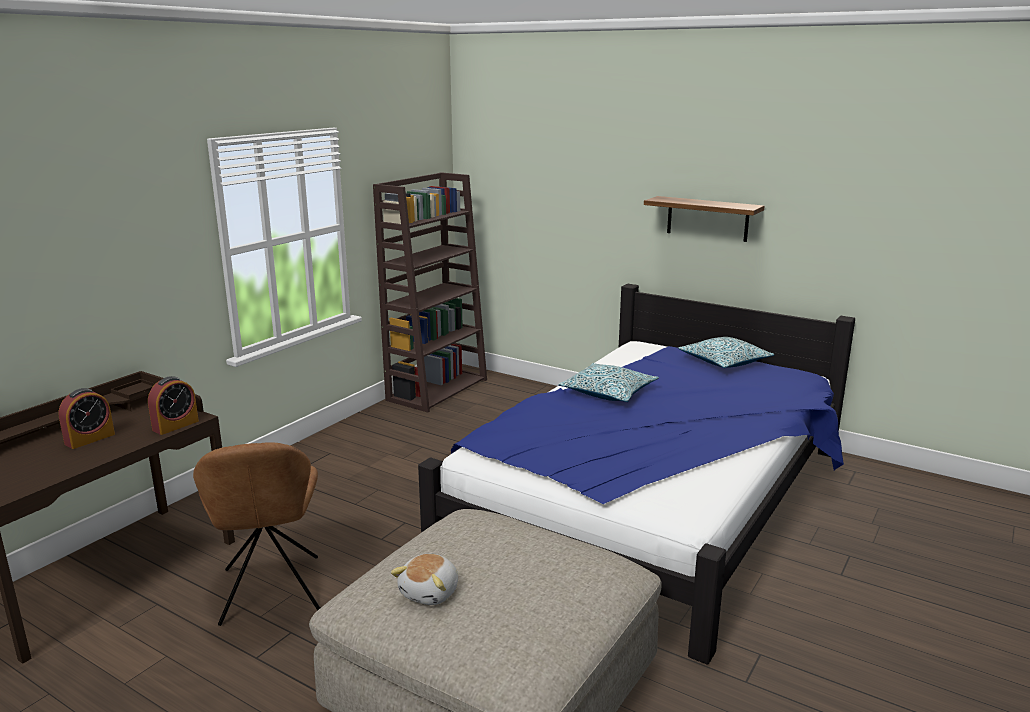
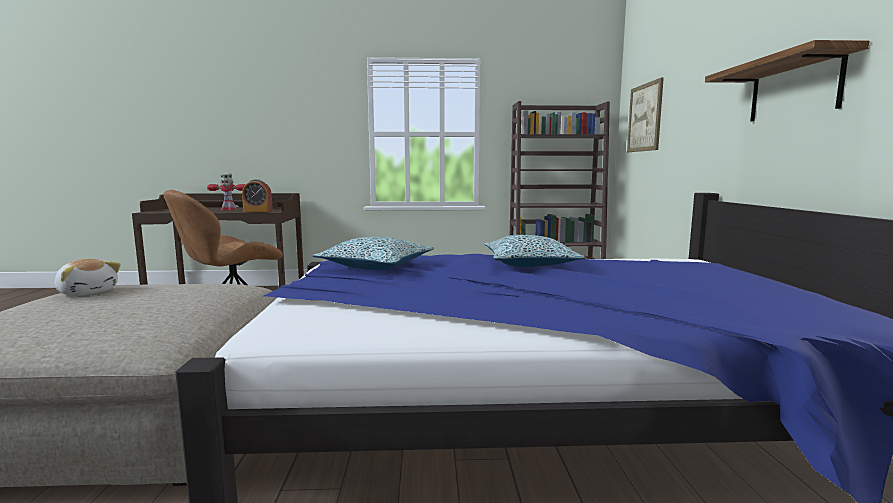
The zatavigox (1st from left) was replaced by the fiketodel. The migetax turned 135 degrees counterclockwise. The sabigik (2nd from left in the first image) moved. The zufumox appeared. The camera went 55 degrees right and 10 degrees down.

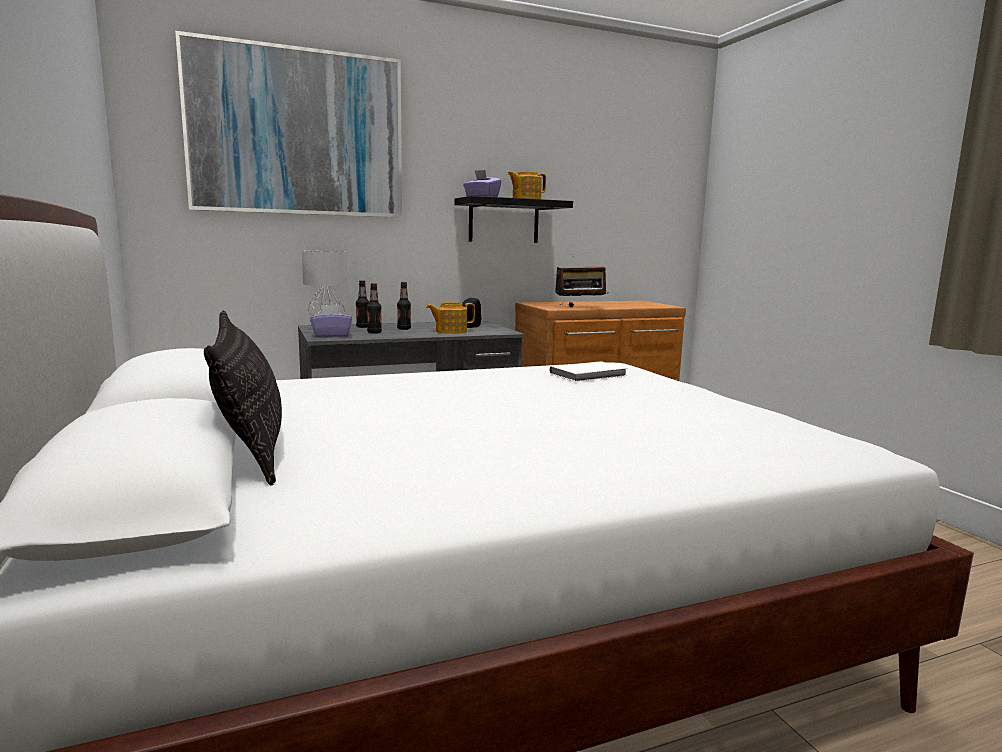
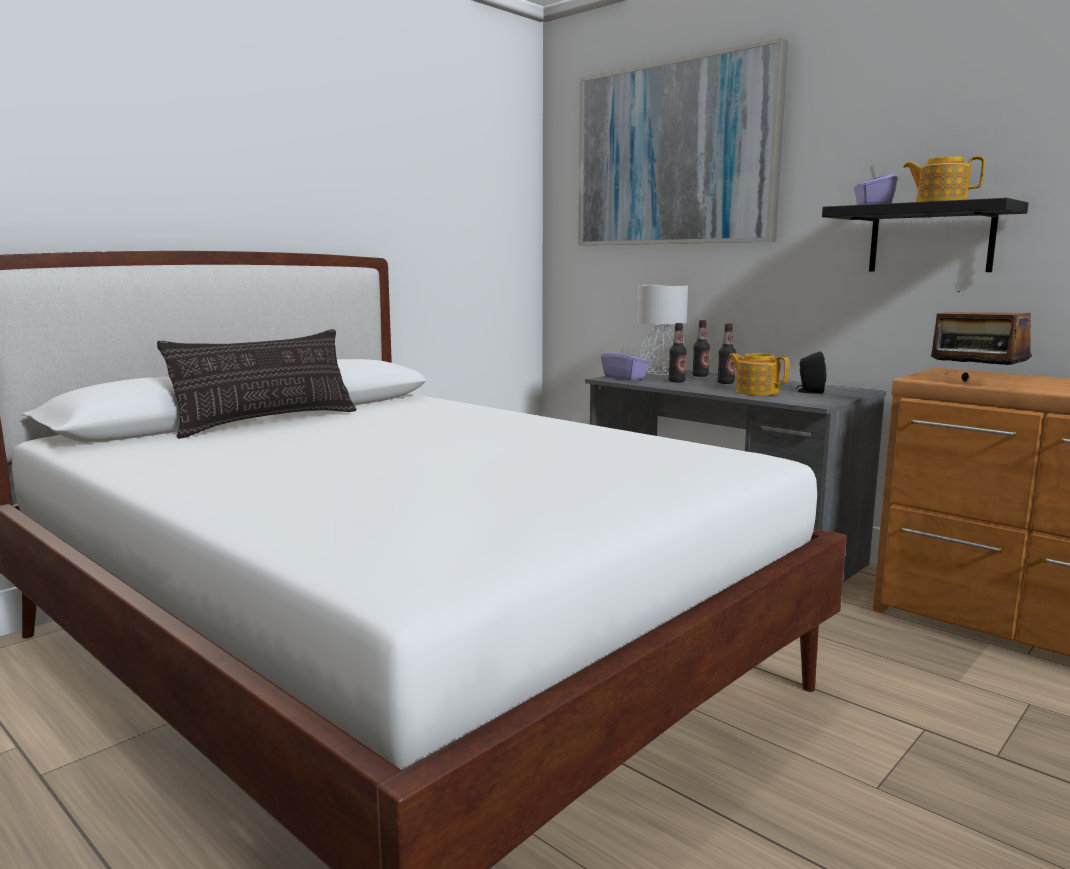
The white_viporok disappeared. The camera went 65 degrees right and 0 degrees up.

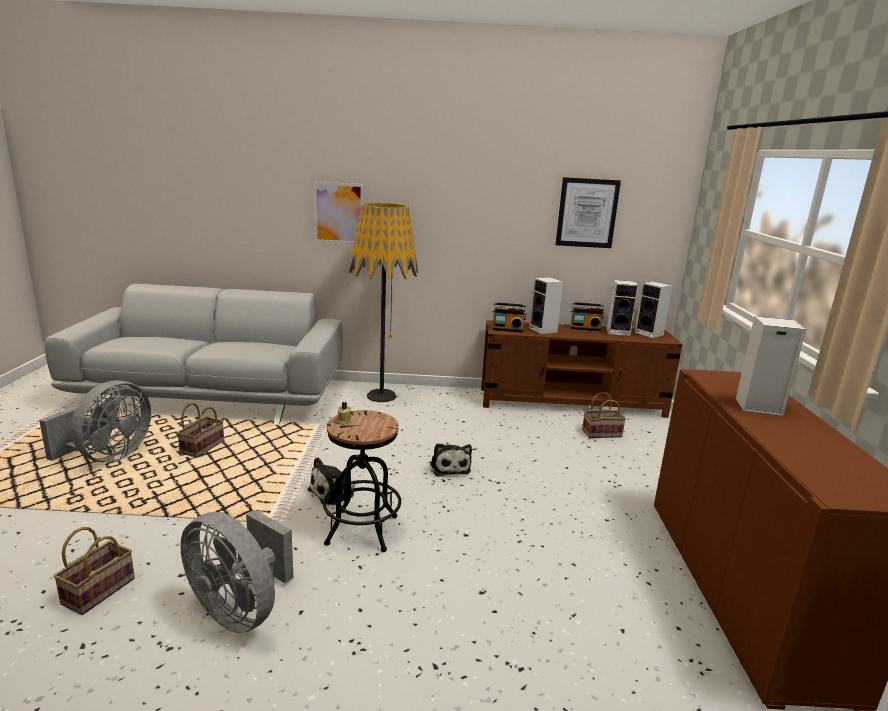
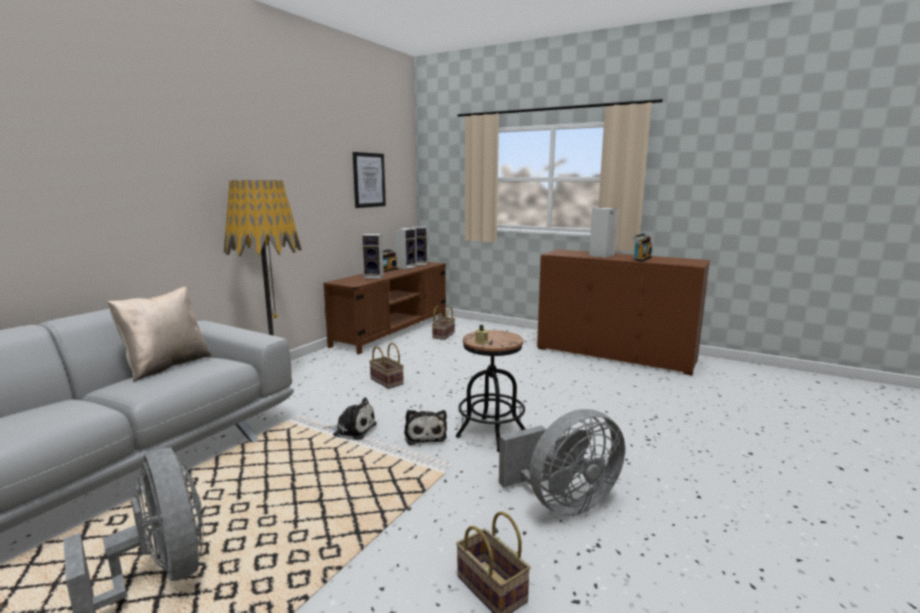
The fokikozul (2nd from left in the first image) moved. The zufumox (1st from left) disappeared. The migetax (2nd from left in the first image) moved. The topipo (1st from left in the first image) moved. The beige_sabigik appeared. The camera went 60 degrees left and 5 degrees down.

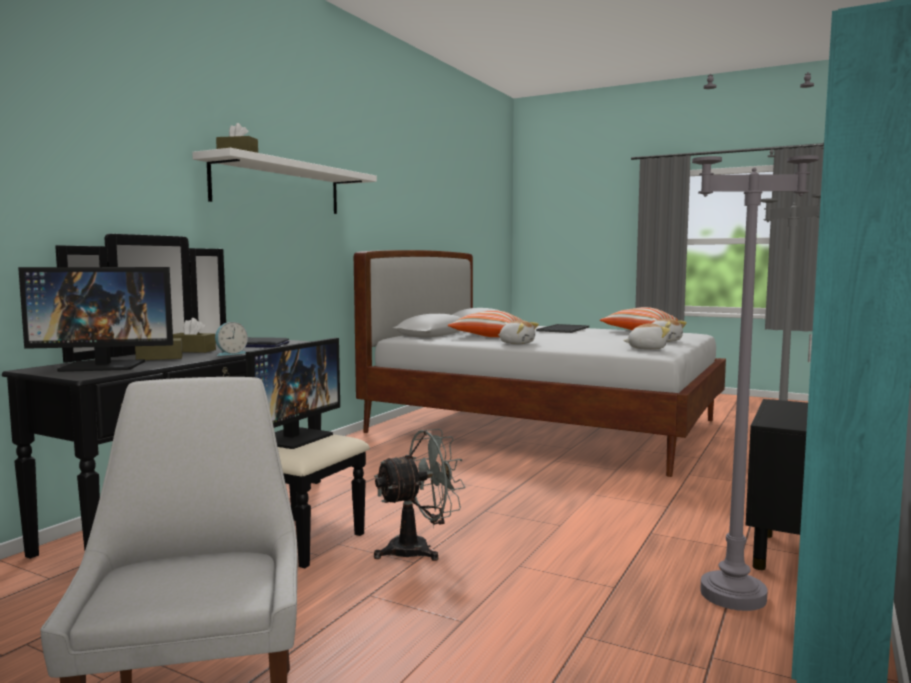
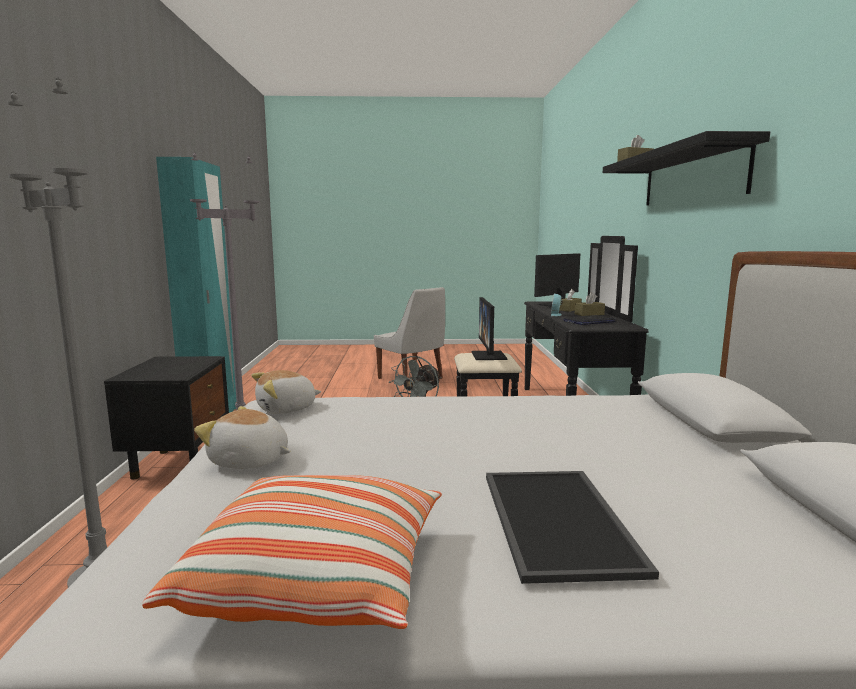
The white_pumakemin became the black_pumakemin. The sabigik (1st from left) disappeared. The migetax (1st from left) disappeared. The camera went 150 degrees right and 5 degrees up.

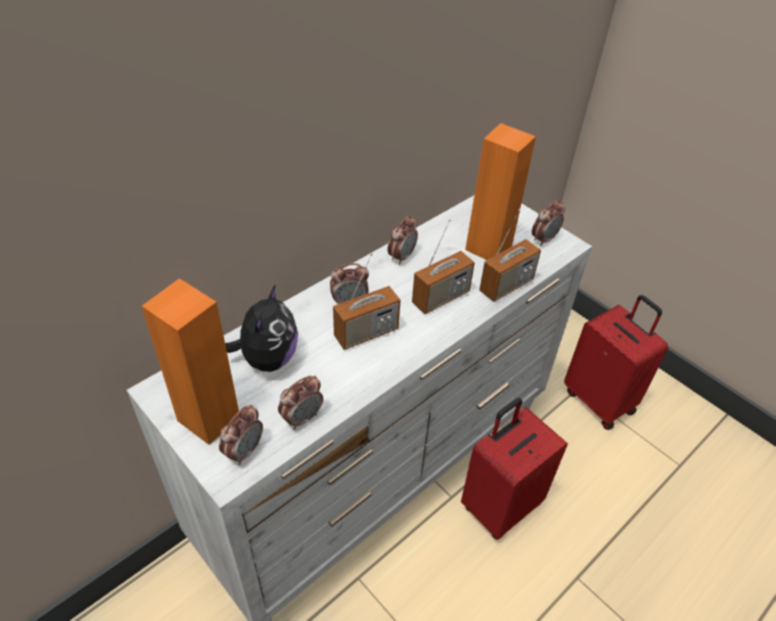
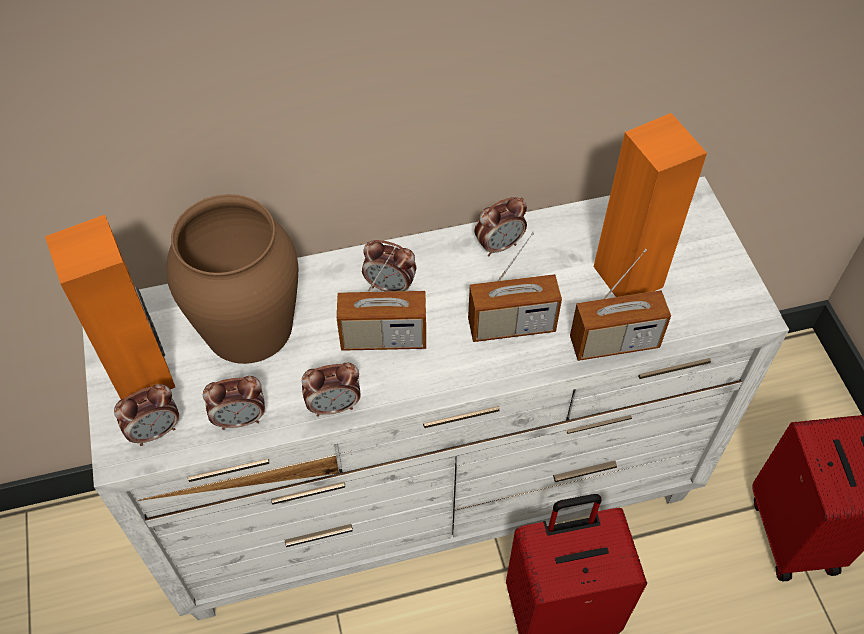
The migetax was replaced by the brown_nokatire. The zatavigox (5th from left in the first image) moved. The camera went 30 degrees right and 10 degrees up.

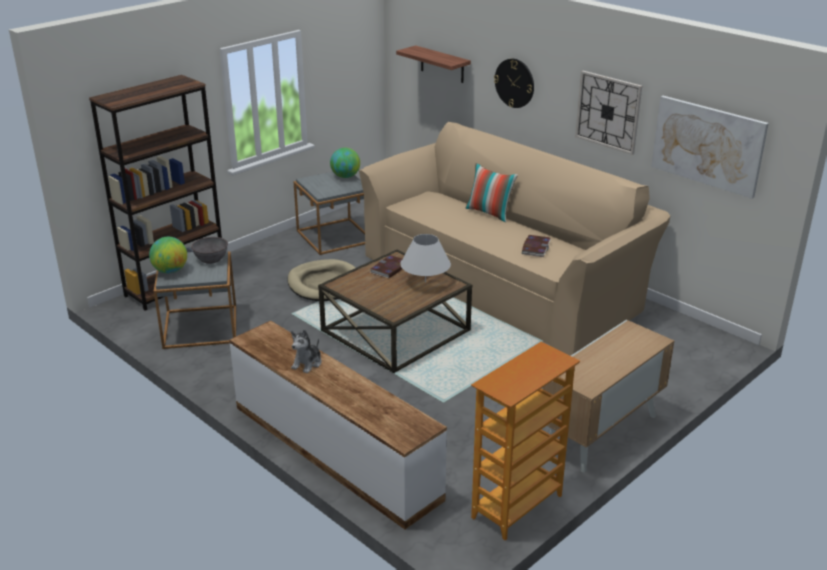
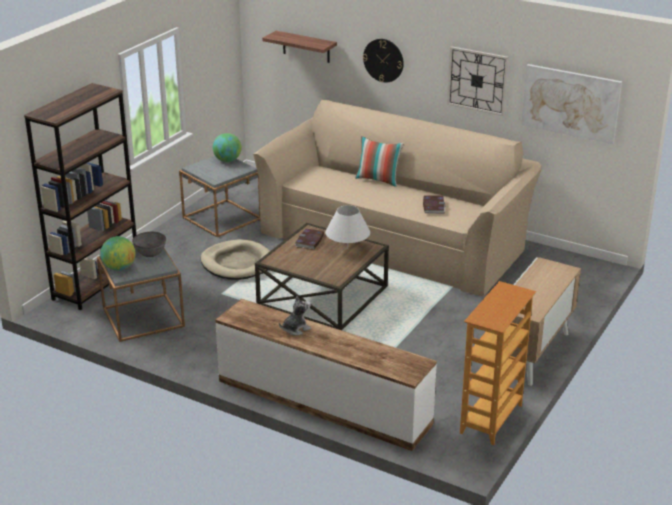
The migetax turned 135 degrees counterclockwise. The camera went 15 degrees left and 0 degrees up.

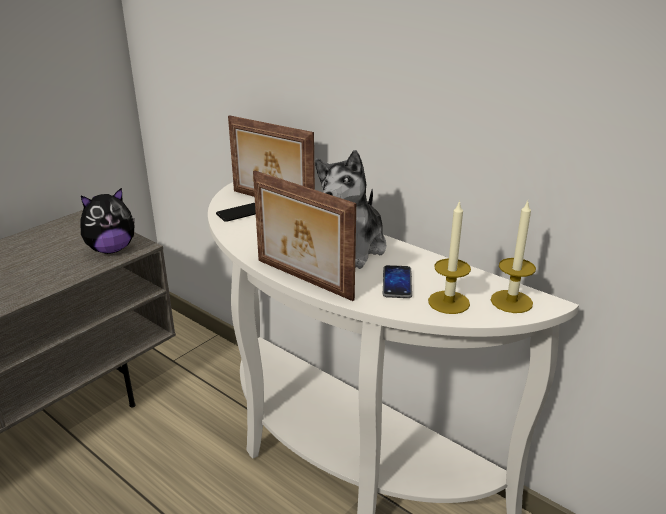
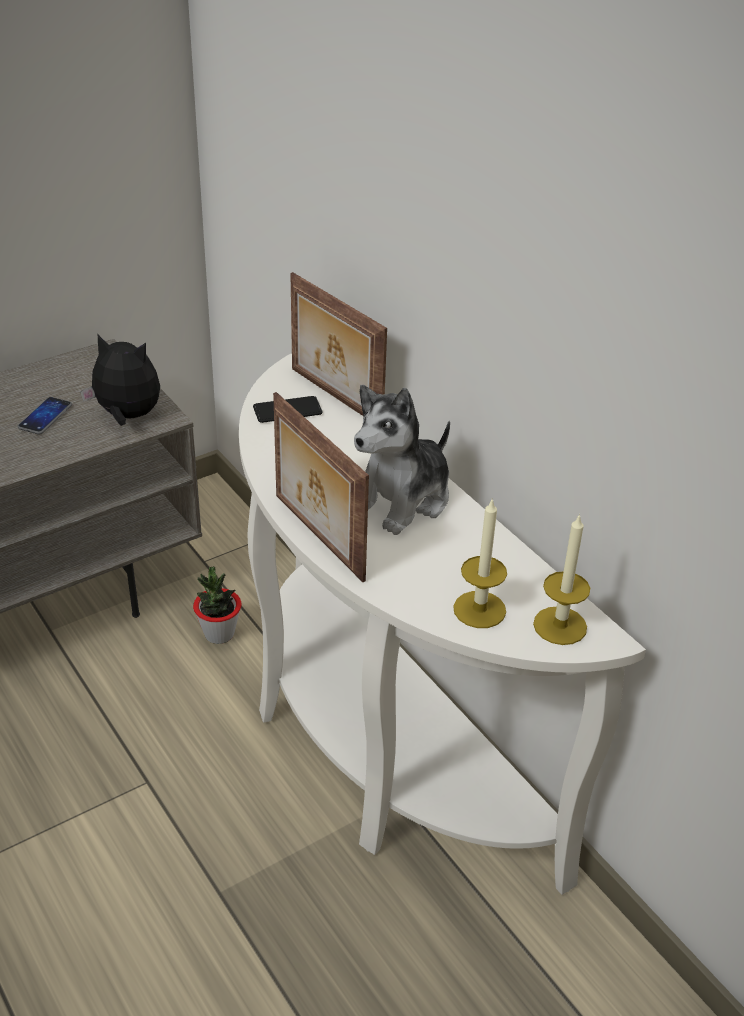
The migetax (1st from left) turned 150 degrees counterclockwise. The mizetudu (2nd from left in the first image) moved. The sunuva appeared. The camera went 15 degrees right and 10 degrees up.

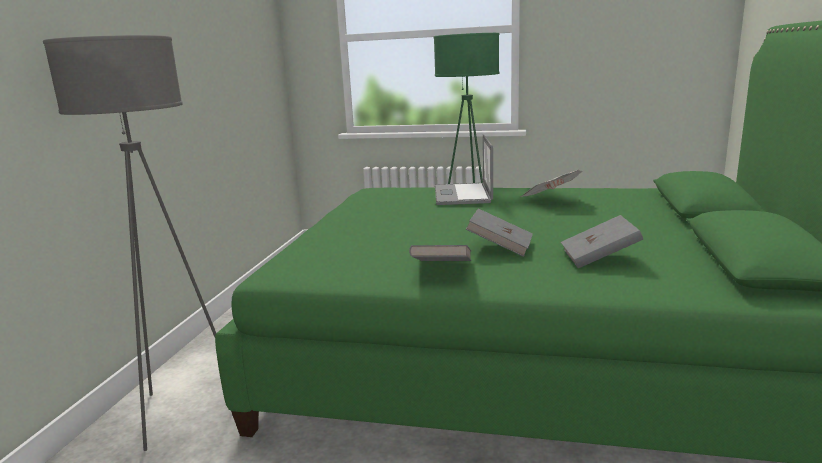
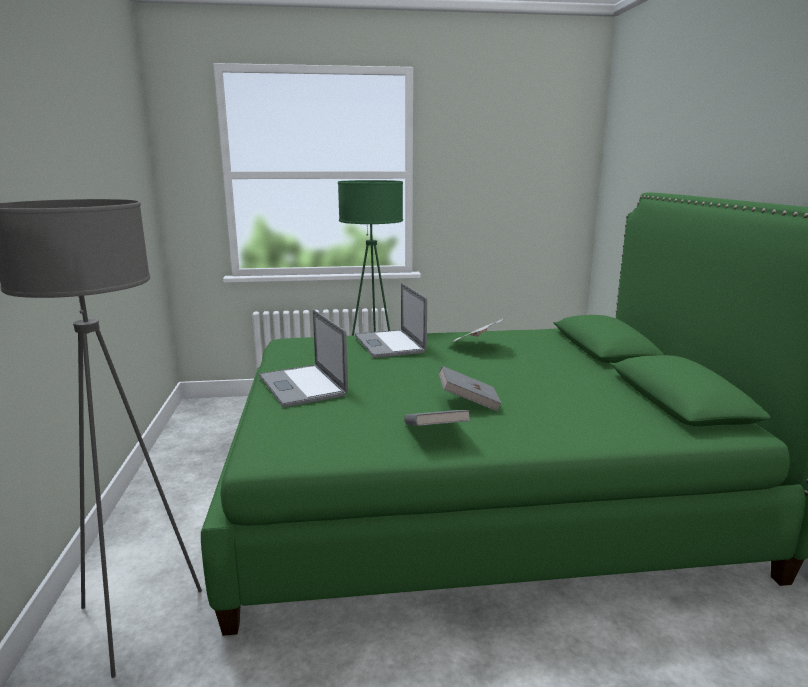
The grey_viporok (3rd from left) disappeared. The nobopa (1st from left) appeared. The camera went 20 degrees left and 0 degrees up.

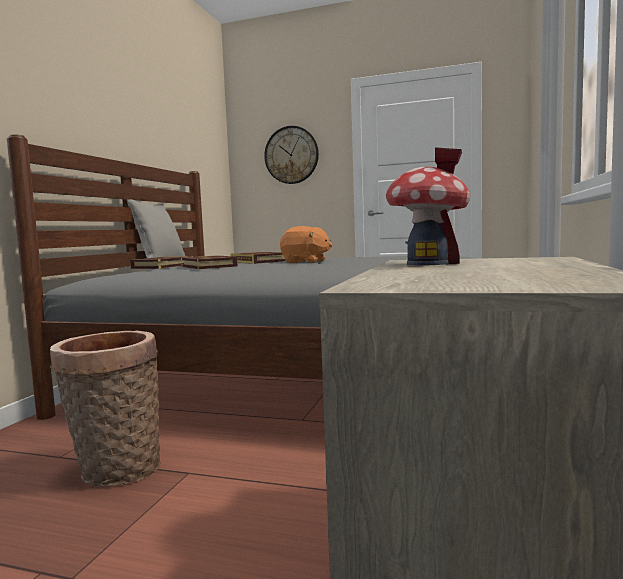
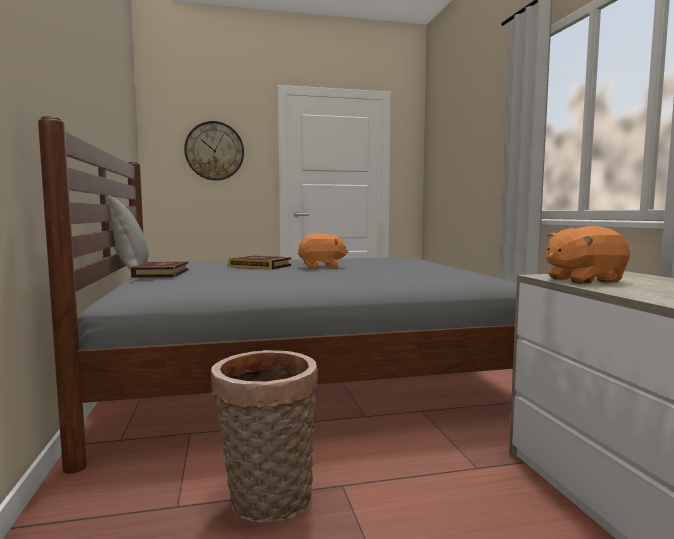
The viporok (2nd from left) disappeared. The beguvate was replaced by the orange_migetax (2nd from left). The camera went 30 degrees left and 0 degrees up.

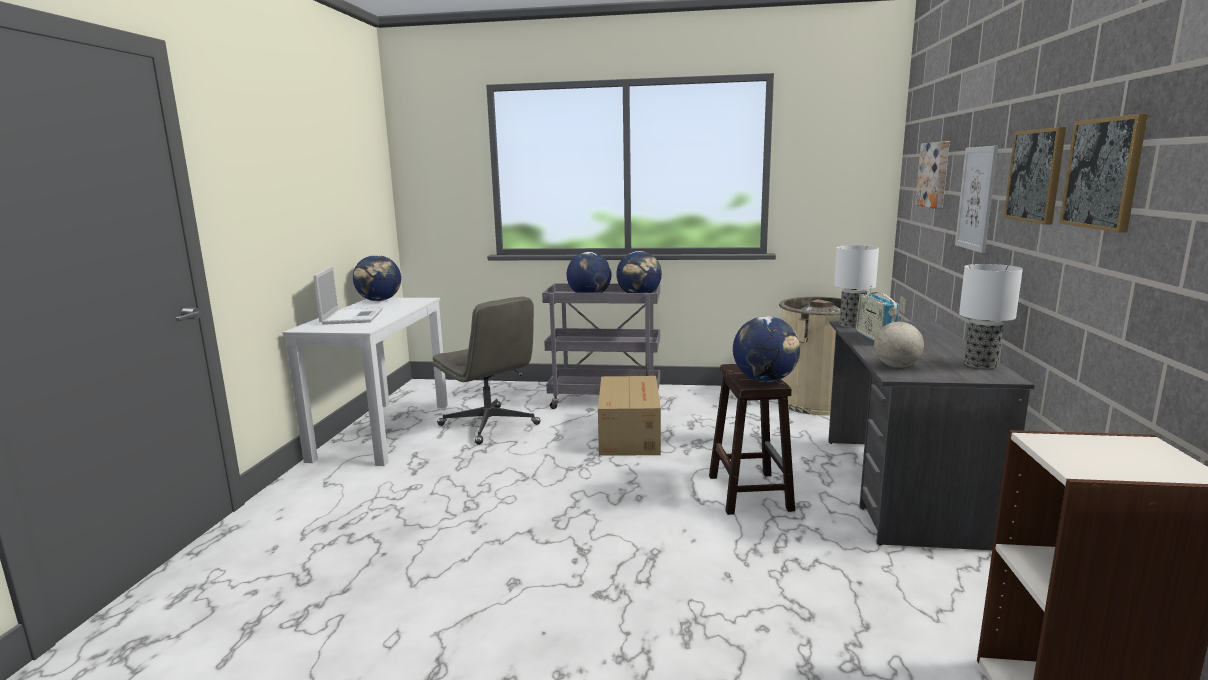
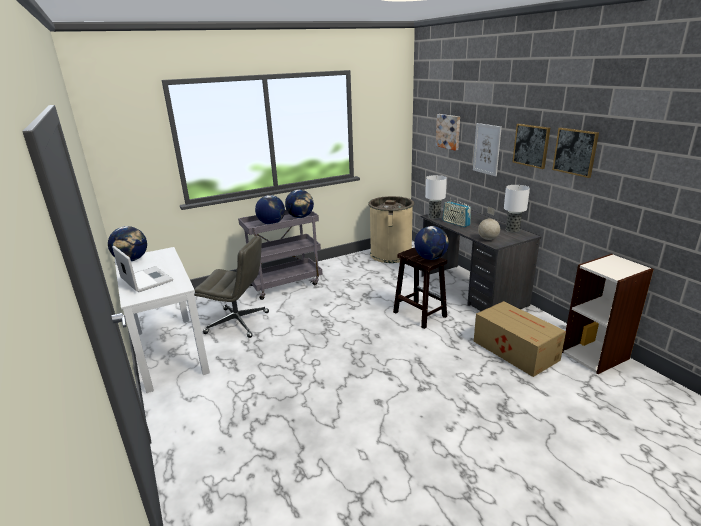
The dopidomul moved. The camera went 35 degrees left and 10 degrees up.

